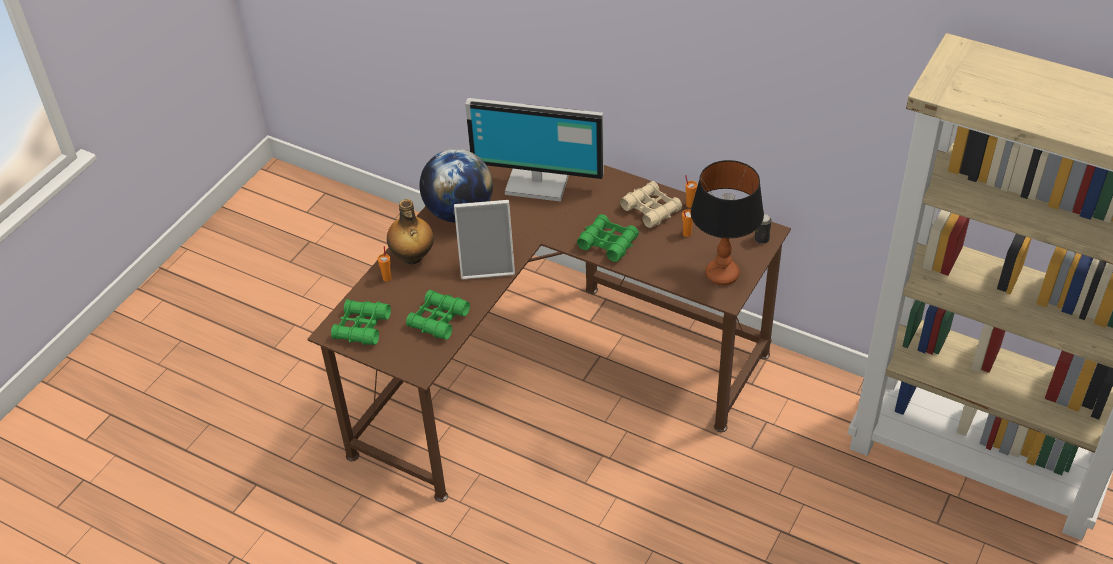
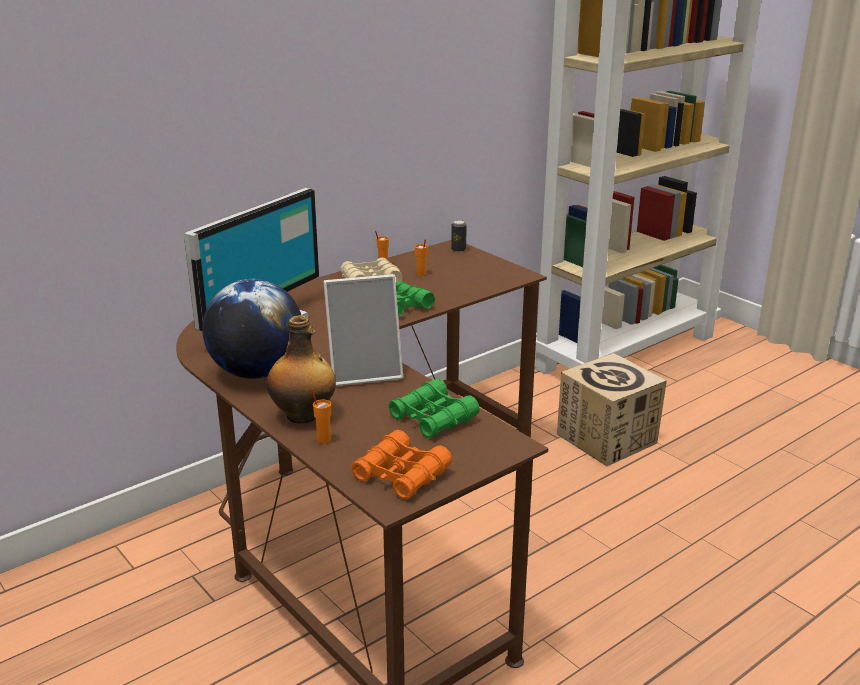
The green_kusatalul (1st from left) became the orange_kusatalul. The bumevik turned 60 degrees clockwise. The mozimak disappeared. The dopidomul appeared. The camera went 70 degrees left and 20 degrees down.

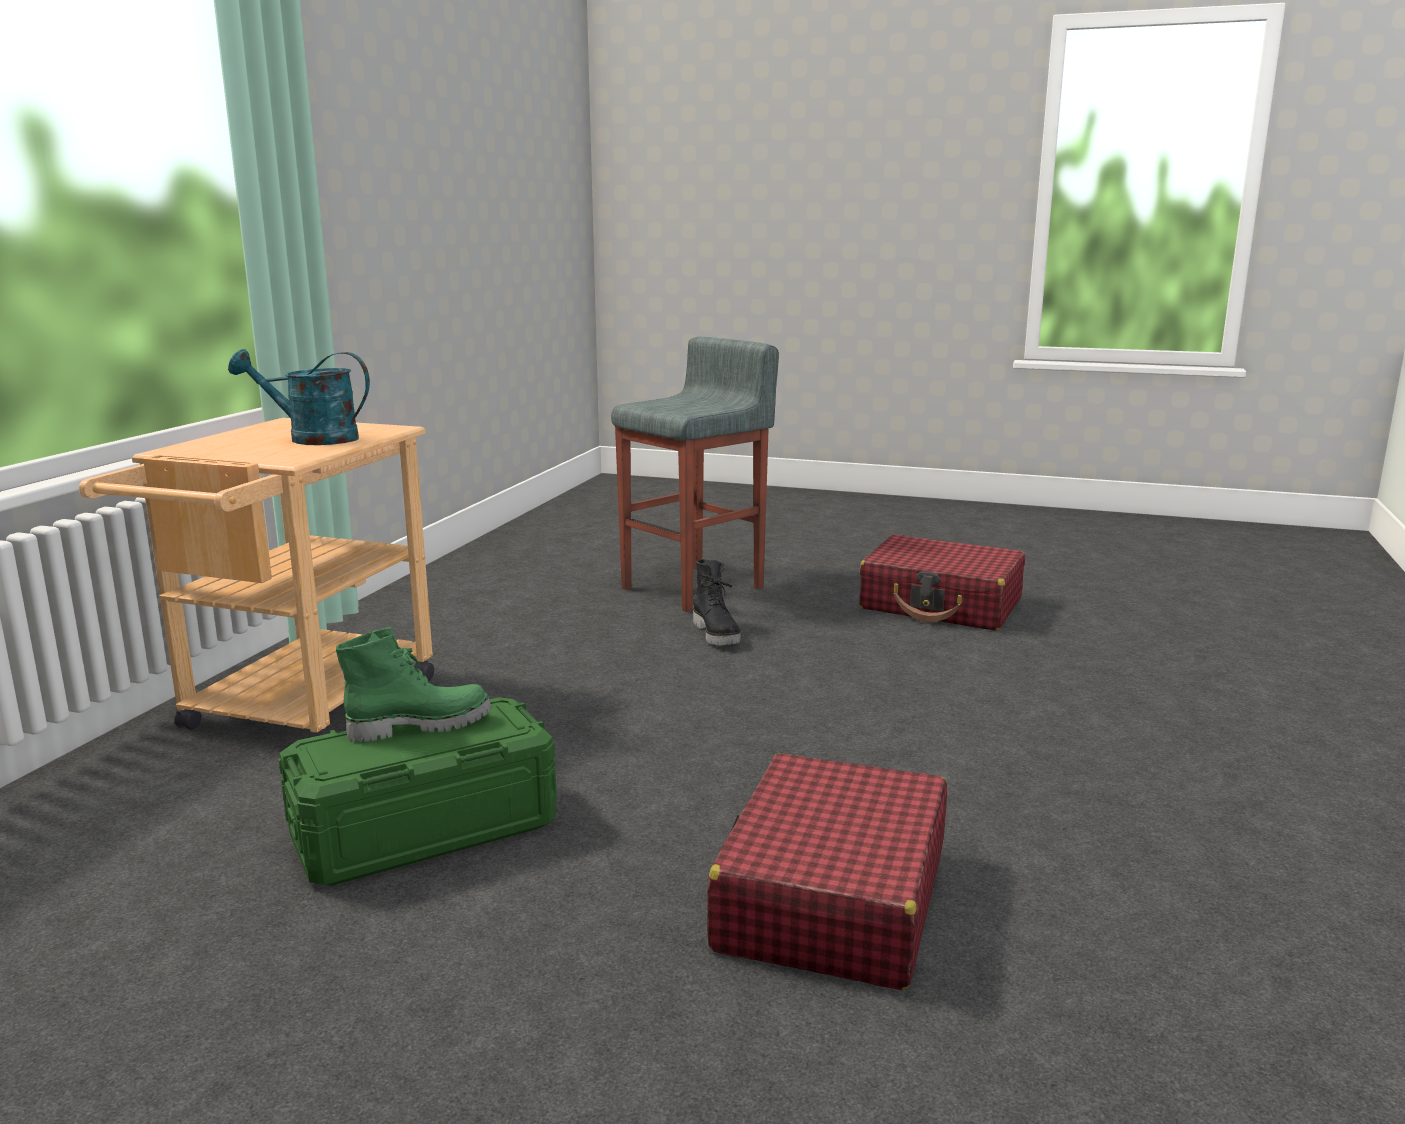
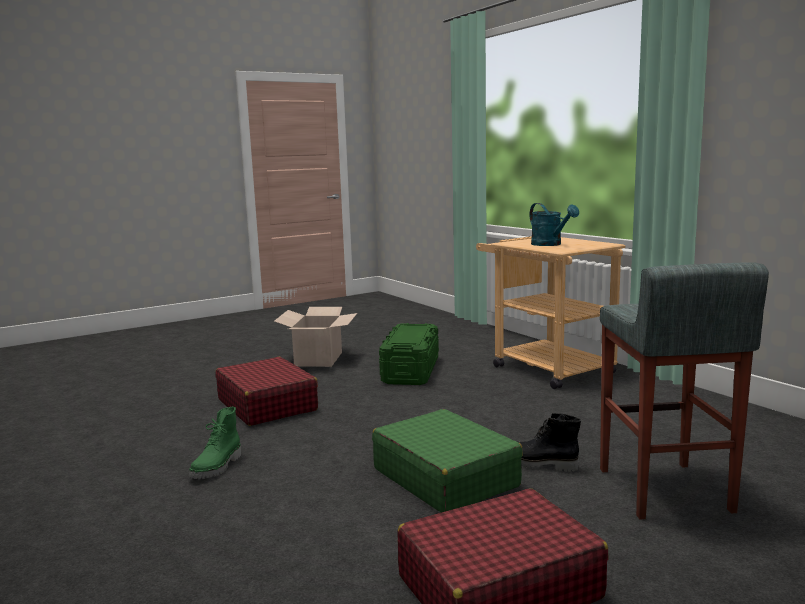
The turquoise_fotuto turned 105 degrees clockwise. The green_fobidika moved. The dopidomul appeared. The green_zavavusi appeared. The camera went 130 degrees right and 5 degrees down.

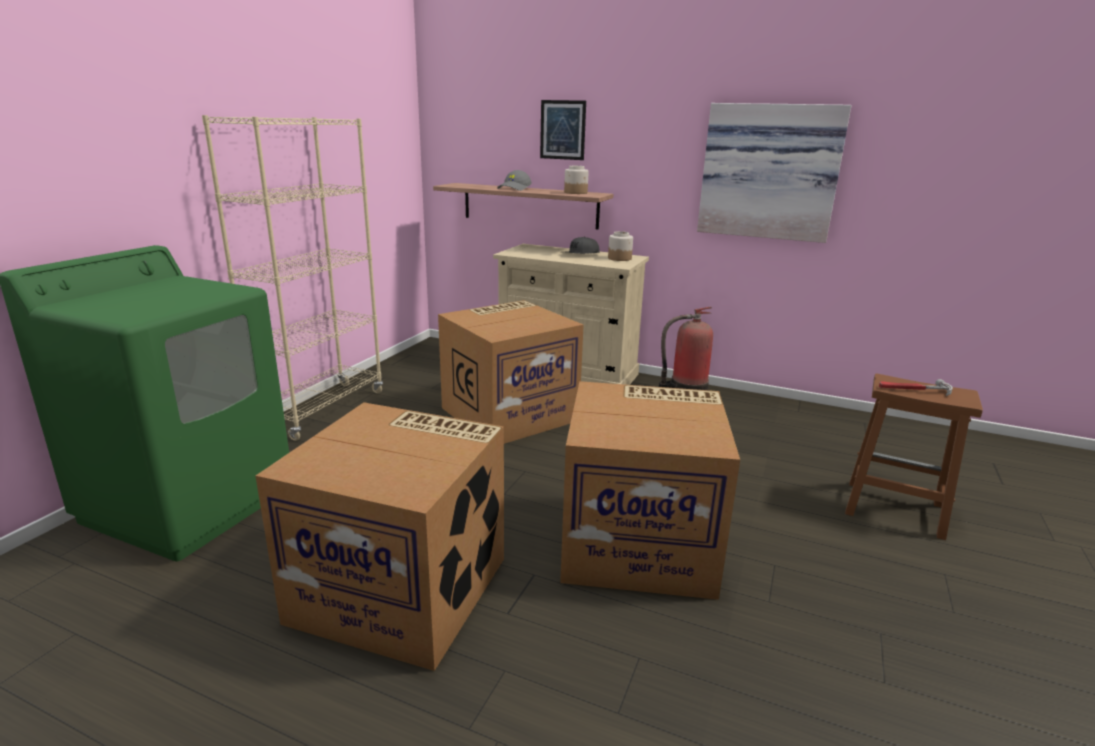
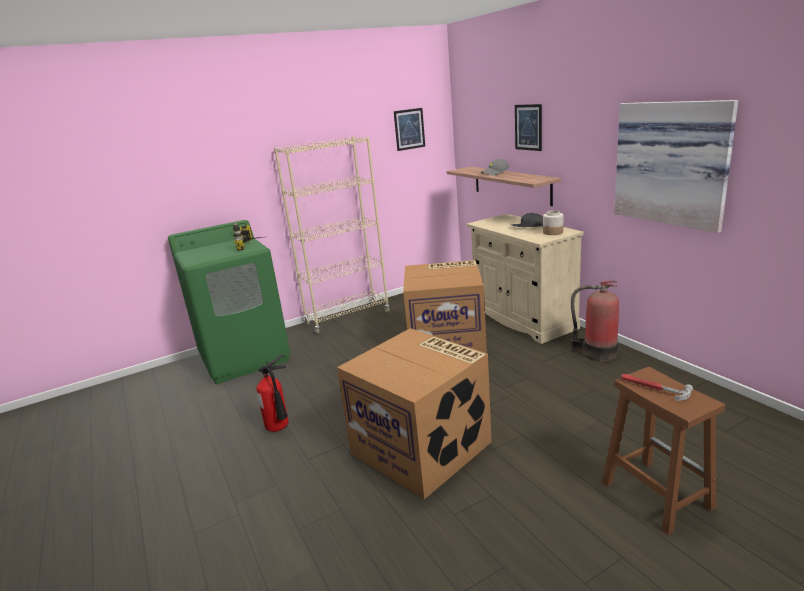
The dopidomul (1st from left) was replaced by the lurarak (1st from left). The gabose (1st from left) disappeared. The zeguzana appeared. The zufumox (1st from left) appeared. The camera went 40 degrees right and 0 degrees up.

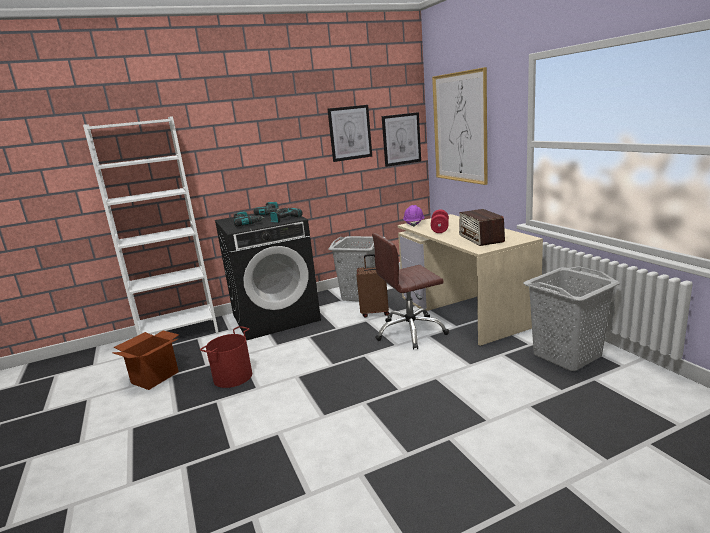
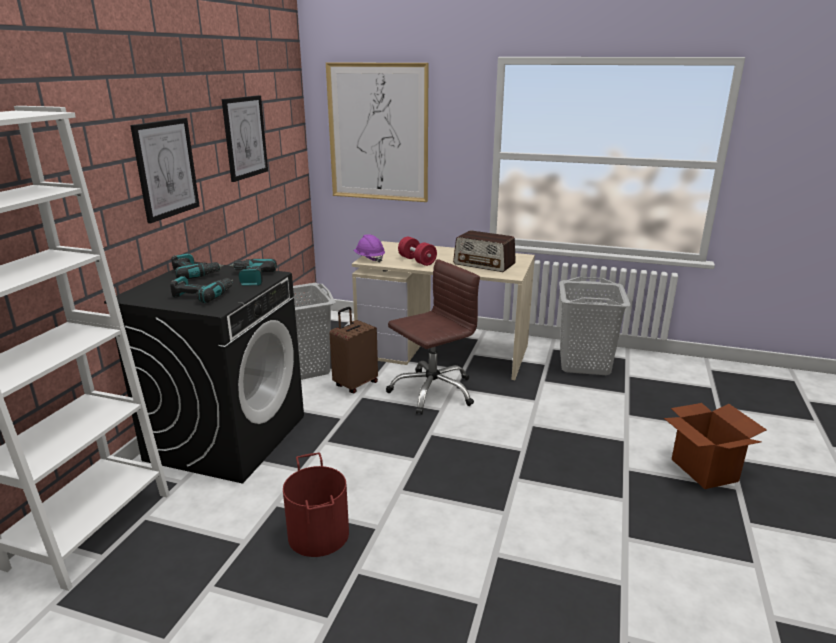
The dopidomul moved. The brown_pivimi turned 150 degrees counterclockwise. The zufumox (2nd from left in the first image) moved. The camera went 50 degrees left and 5 degrees up.

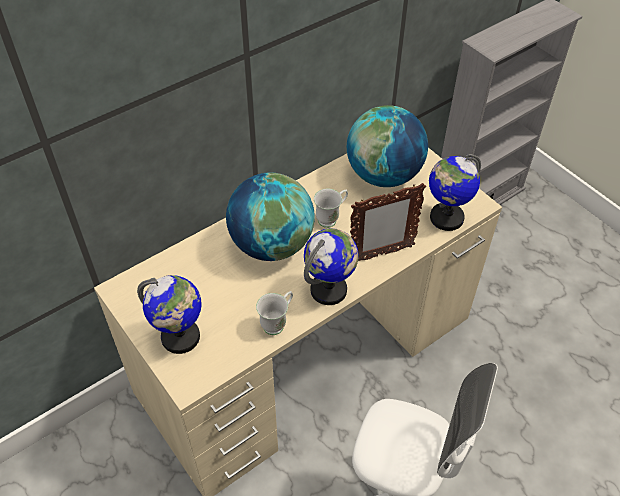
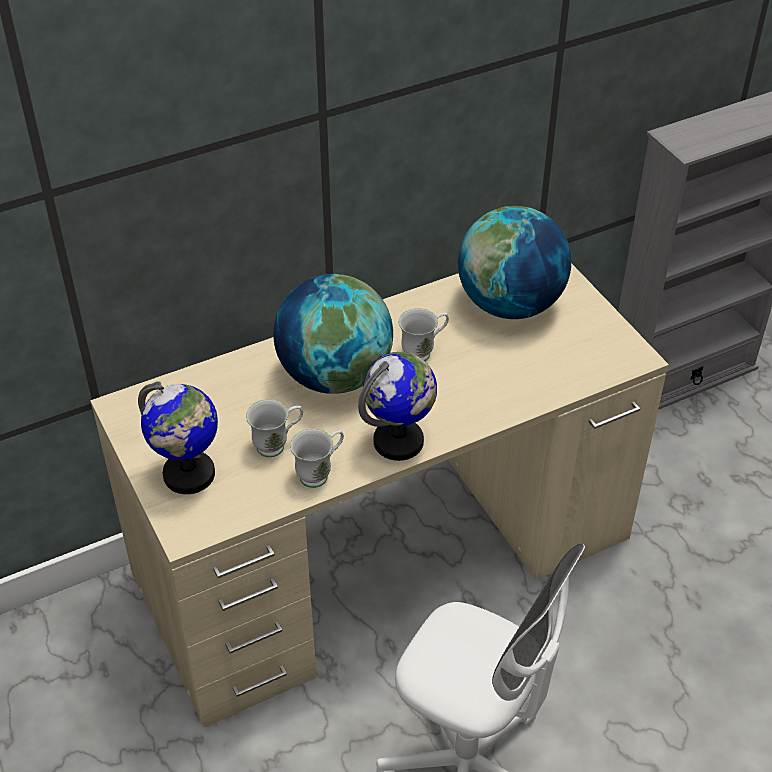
The bumevik disappeared. The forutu (5th from left) disappeared. The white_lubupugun (1st from left) appeared. The camera went 10 degrees right and 5 degrees down.

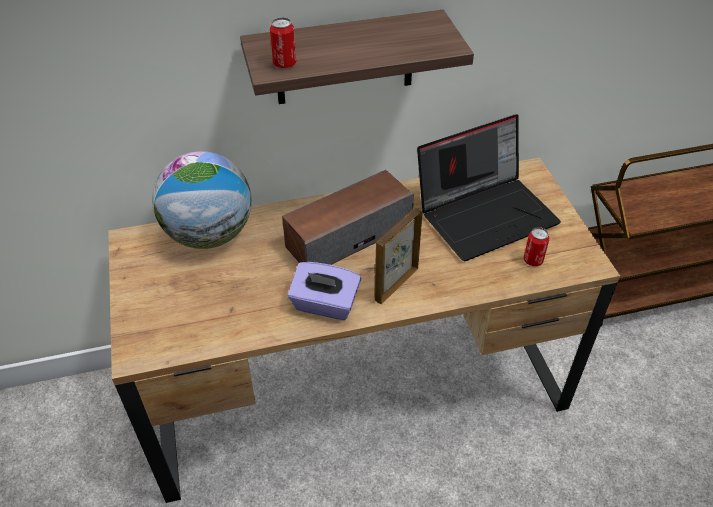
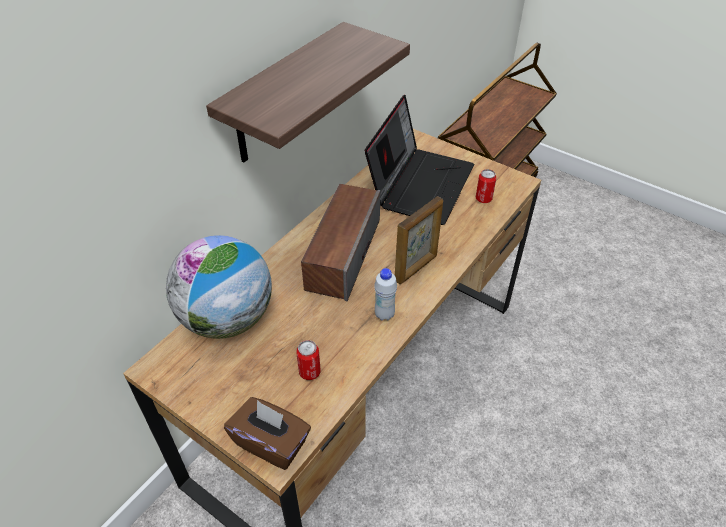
The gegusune (1st from left) moved. The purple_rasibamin was replaced by the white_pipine. The bumevik turned 135 degrees counterclockwise. The brown_rasibamin appeared. The camera went 40 degrees left and 0 degrees up.

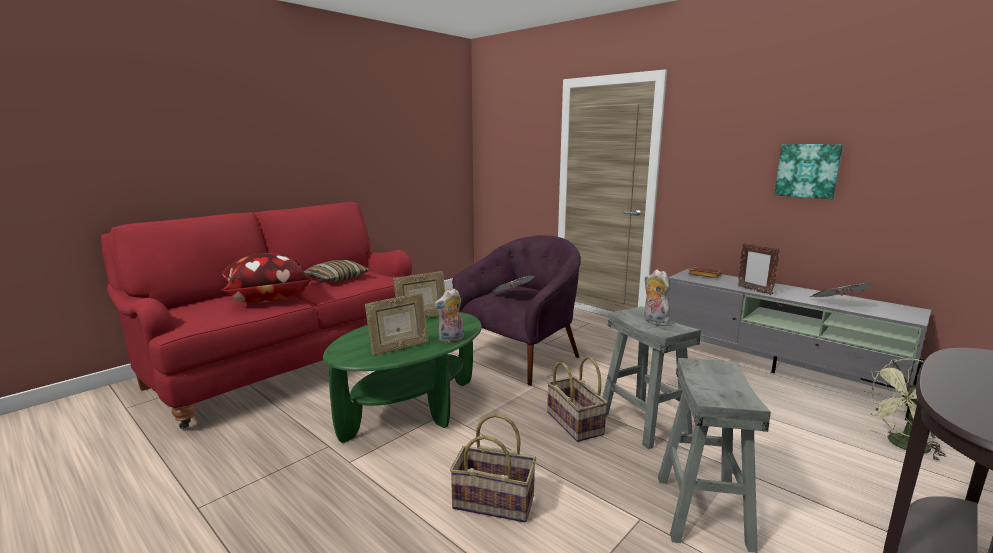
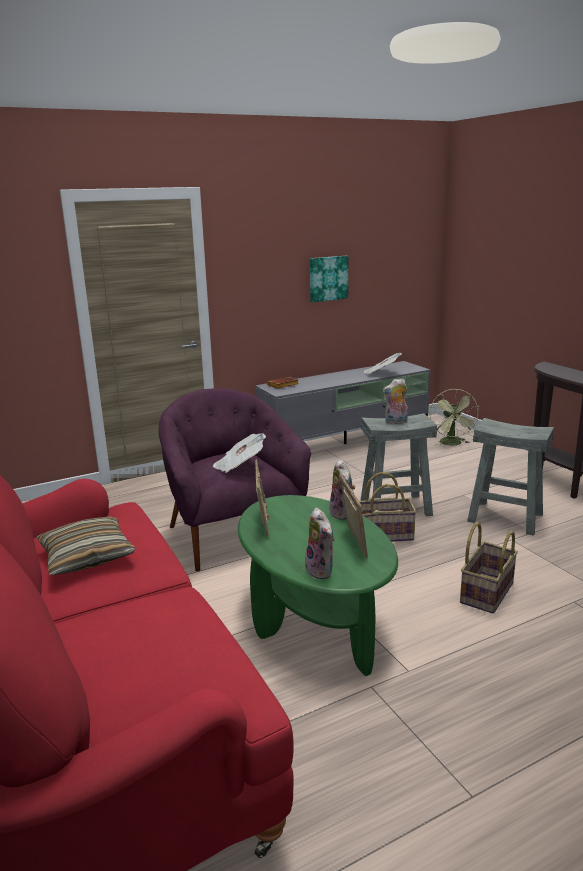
The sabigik (1st from left) disappeared. The bumevik (3rd from left) disappeared. The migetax (1st from left) appeared. The camera went 70 degrees left and 5 degrees up.

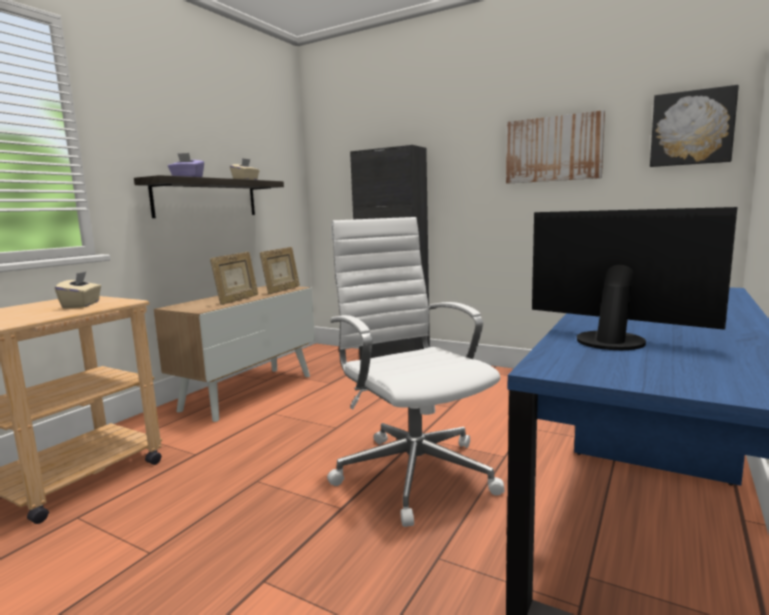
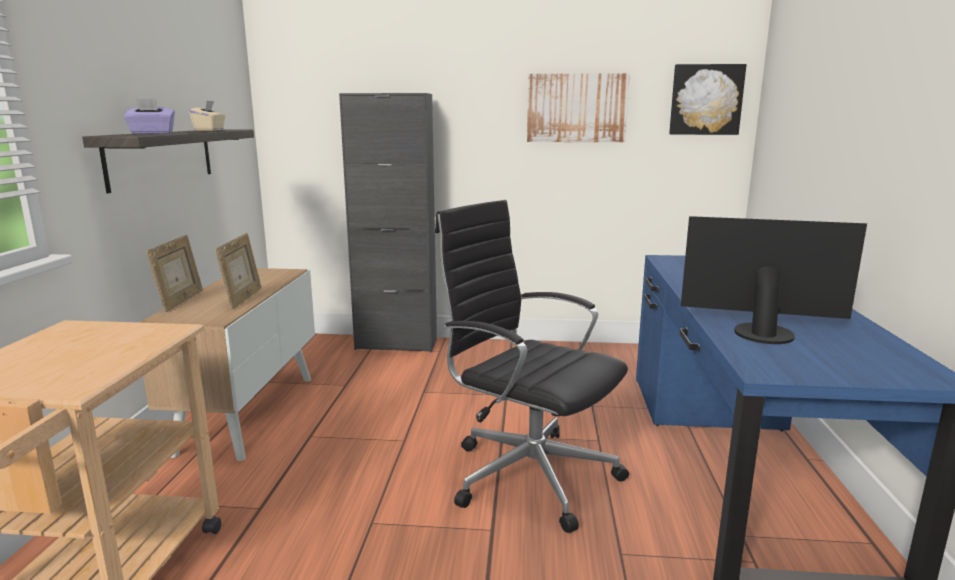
The beige_rasibamin (1st from left) disappeared. The bumevik (2nd from left in the first image) moved. The white_pivimi became the black_pivimi. The camera went 25 degrees left and 5 degrees up.

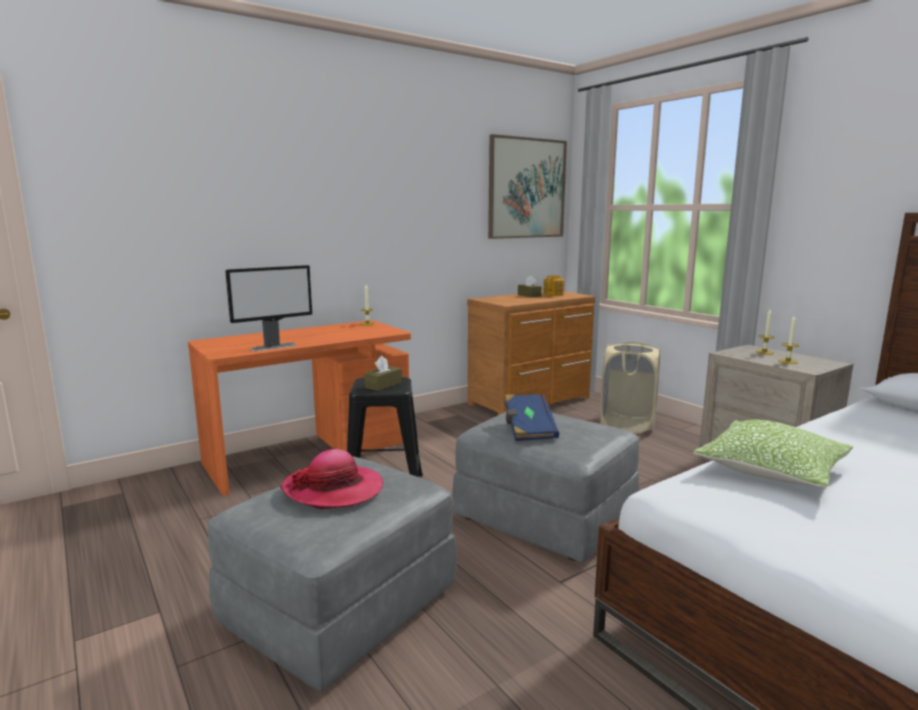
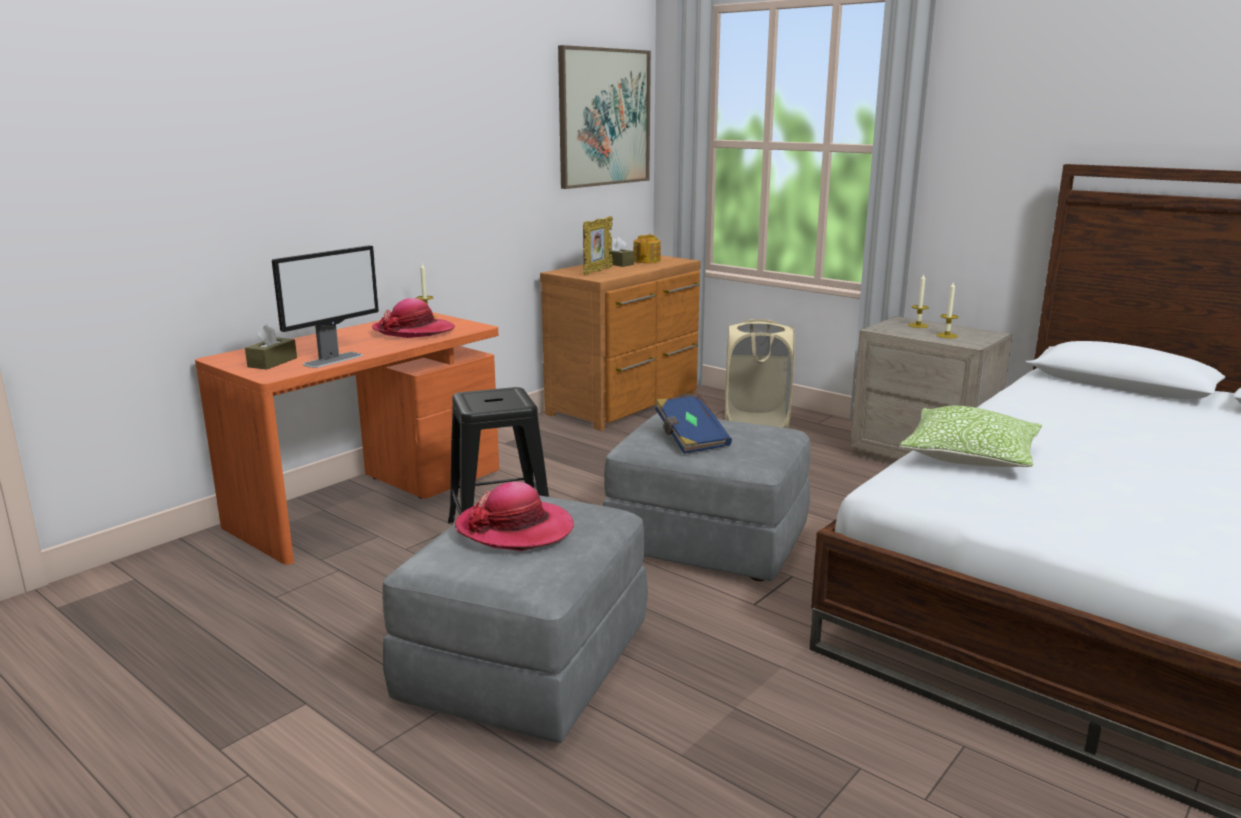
The brown_rasibamin (1st from left) moved. The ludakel (1st from left) appeared. The bumevik appeared. The camera went 15 degrees left and 5 degrees up.

